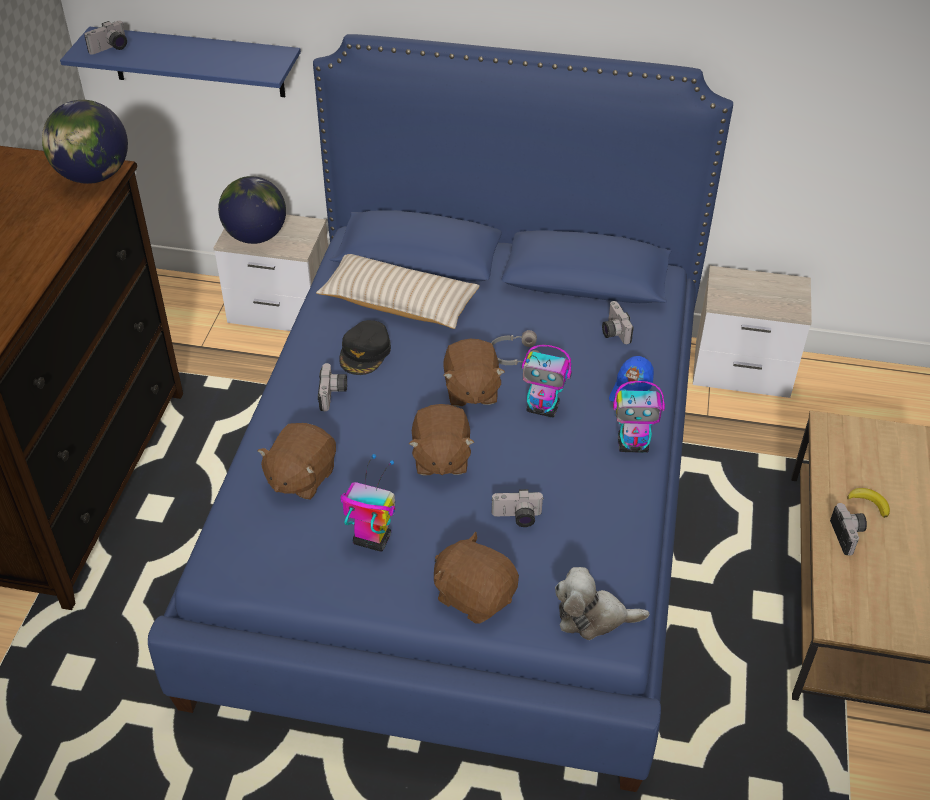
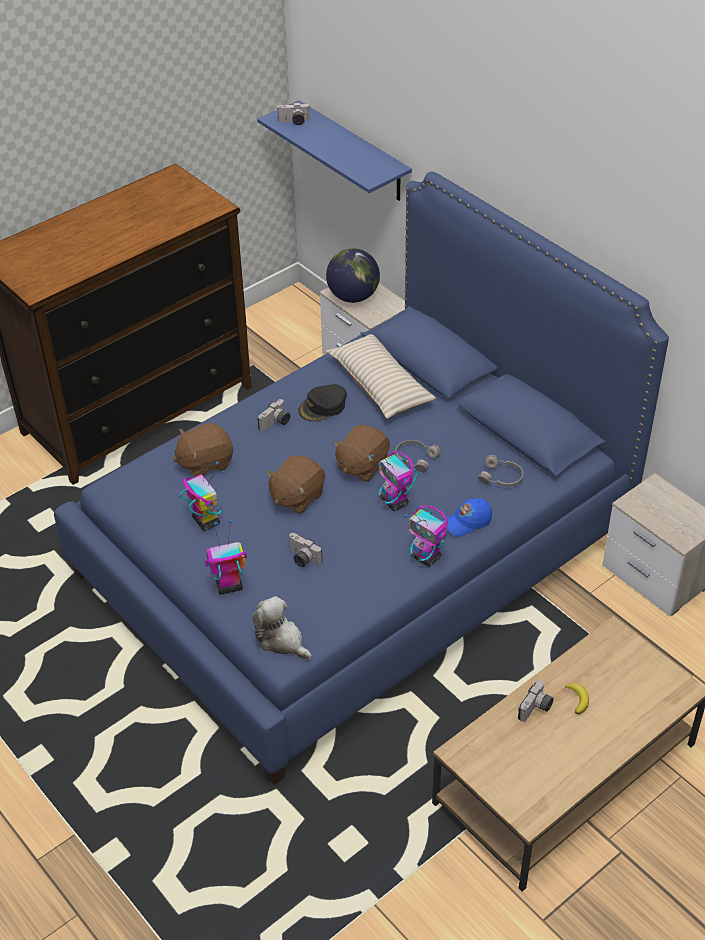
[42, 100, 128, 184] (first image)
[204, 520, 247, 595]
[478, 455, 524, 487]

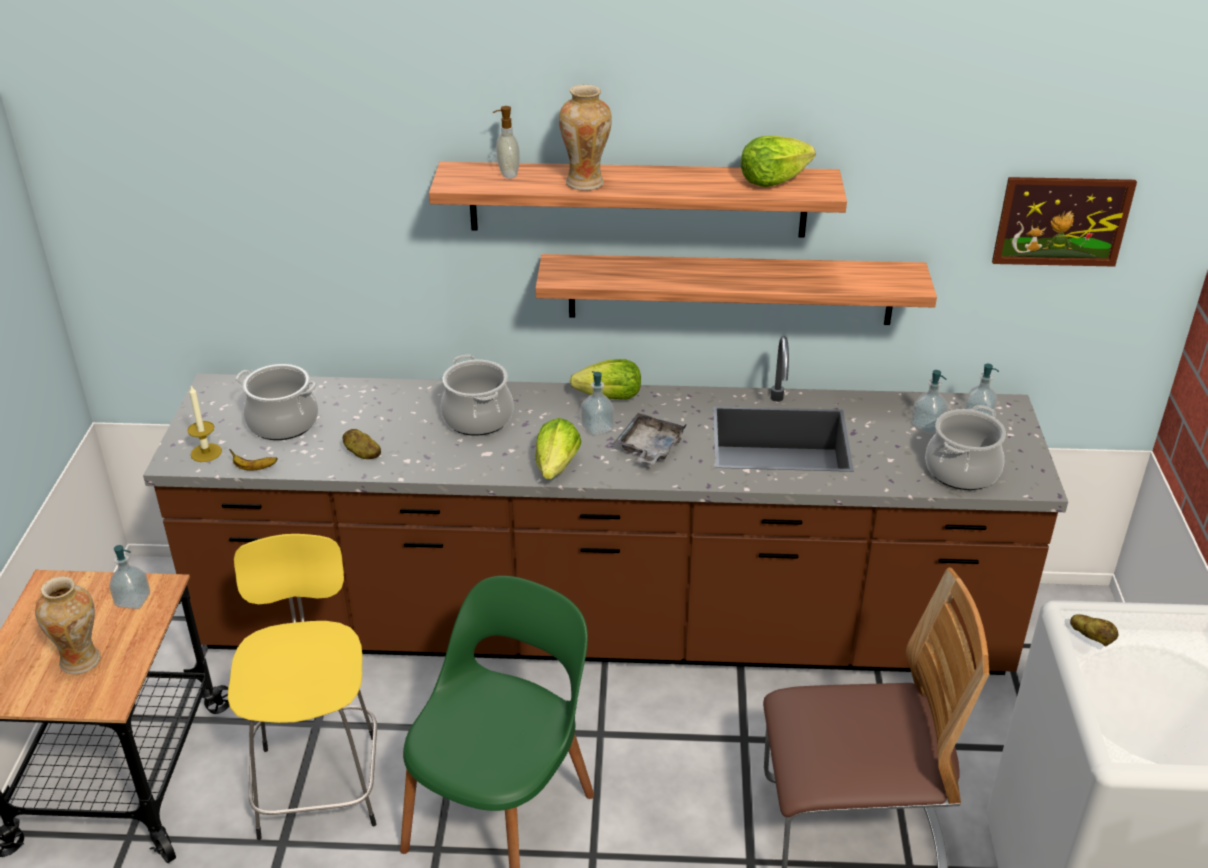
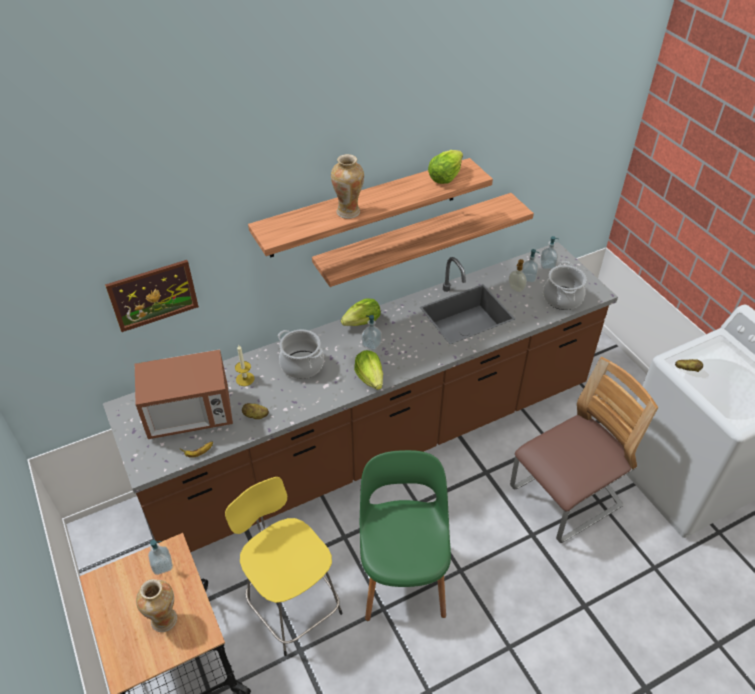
[235, 345, 254, 386]
[135, 349, 233, 439]
[509, 259, 527, 292]
[615, 413, 686, 464] (first image)
[105, 260, 199, 332]

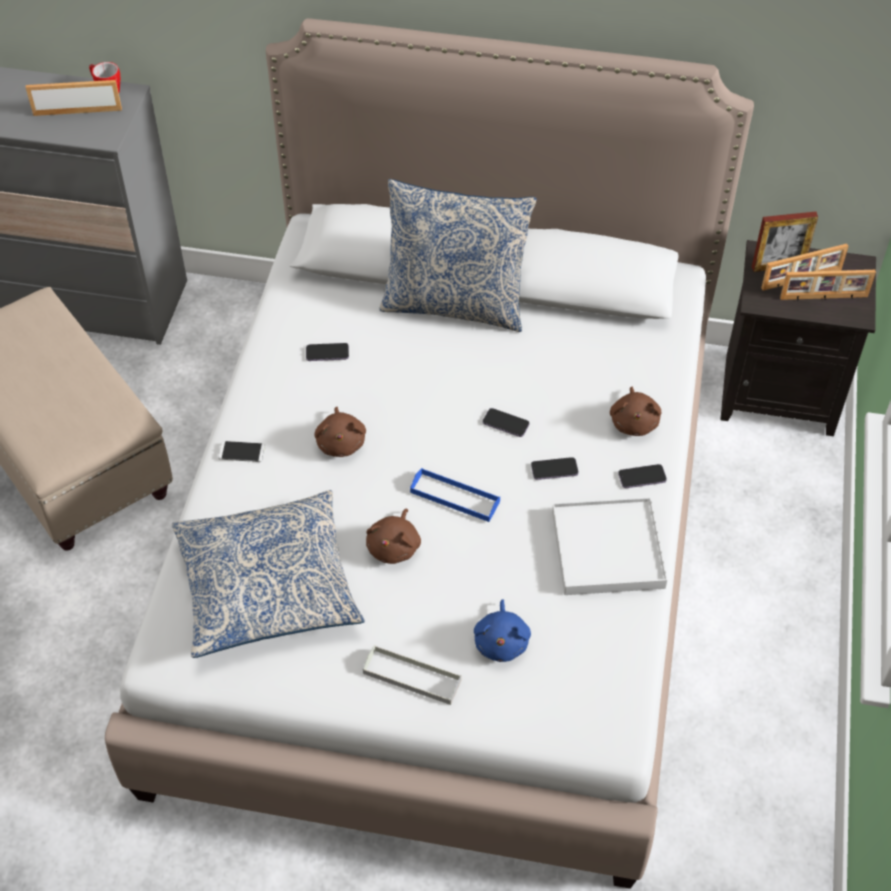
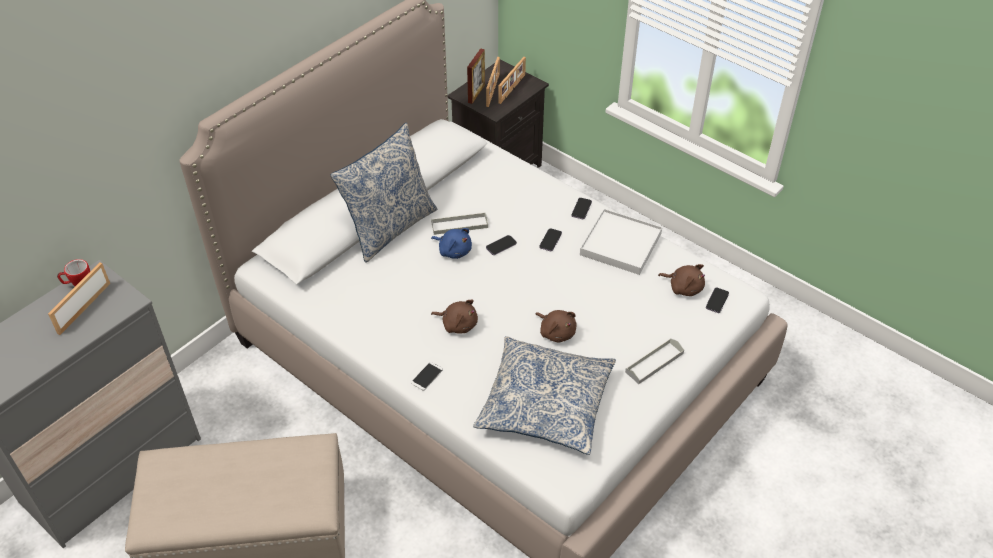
[706, 288, 729, 313]
[410, 468, 500, 522] (first image)
[431, 228, 472, 259]
[658, 264, 705, 296]
[431, 213, 488, 235]

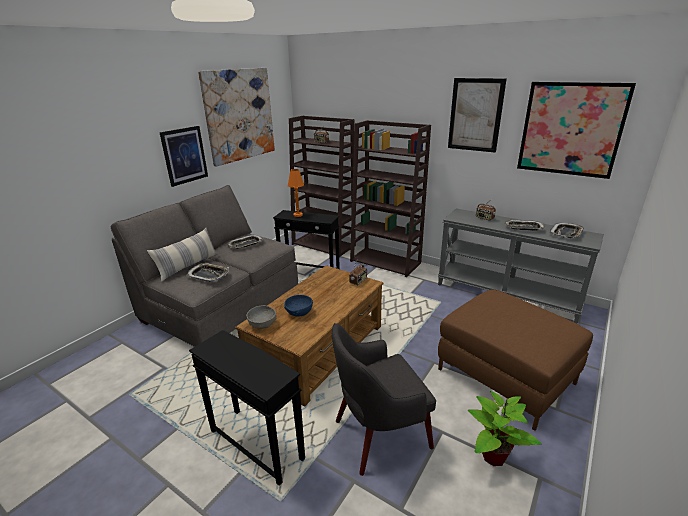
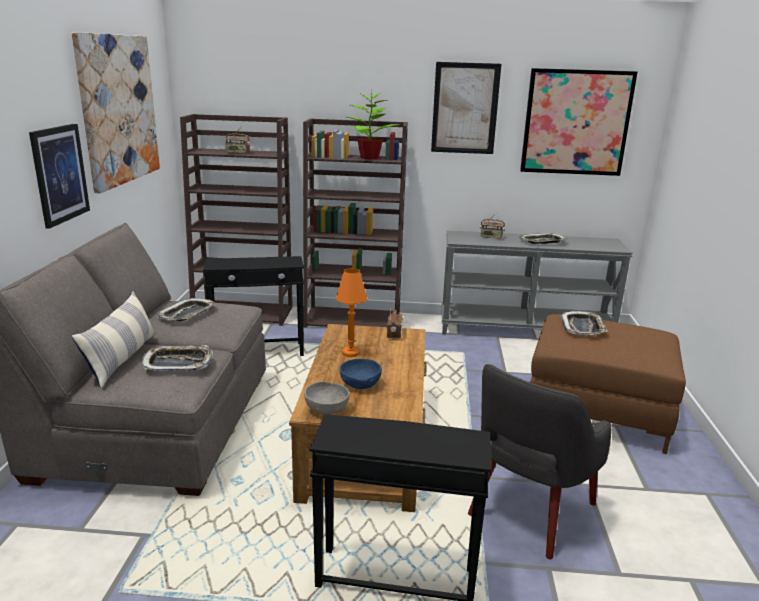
[336, 268, 367, 357]
[347, 90, 399, 159]
[561, 311, 608, 335]

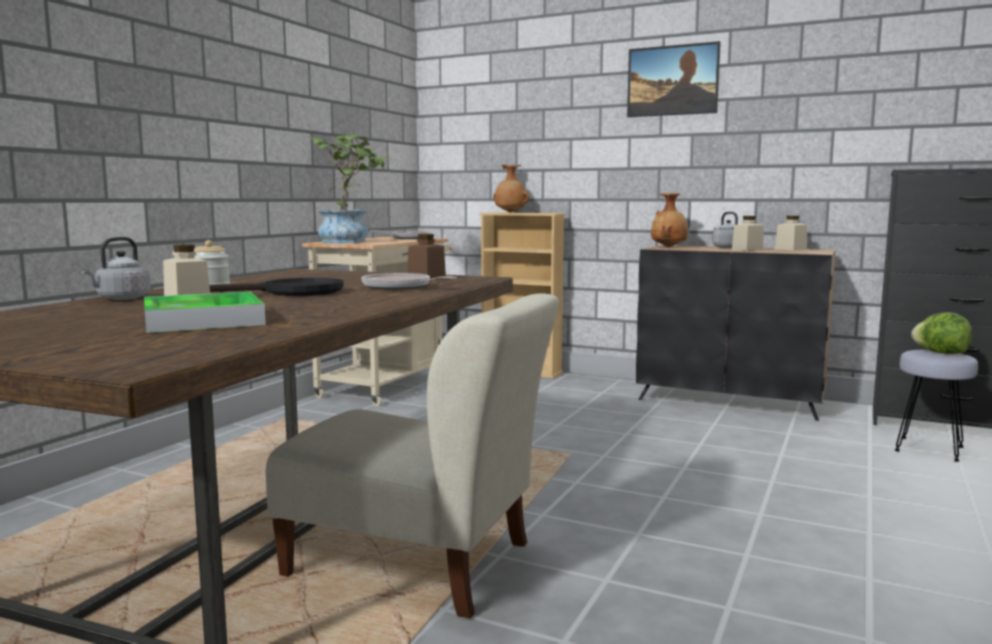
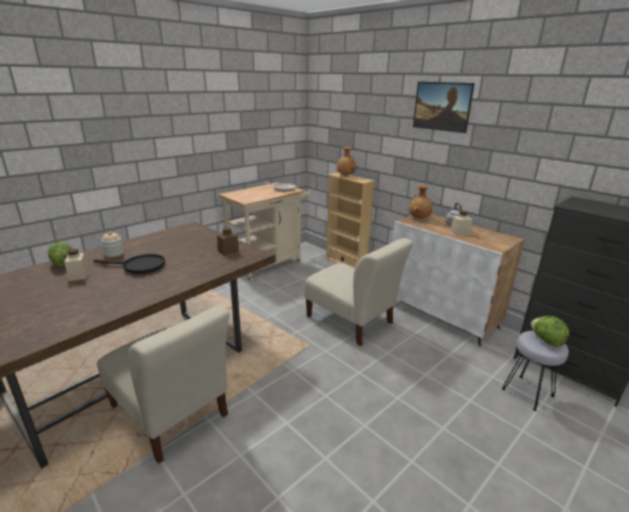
[48, 242, 72, 267]
[144, 292, 266, 333] (first image)
[310, 134, 388, 243] (first image)
[361, 273, 457, 290] (first image)
[392, 214, 525, 346]
[775, 216, 807, 250] (first image)
[305, 238, 413, 346]

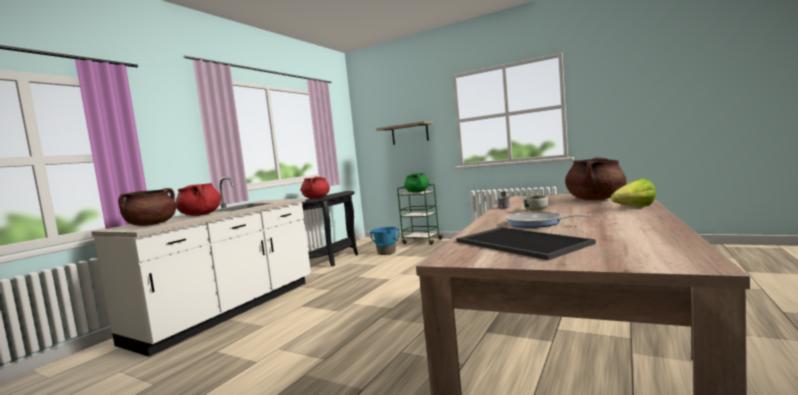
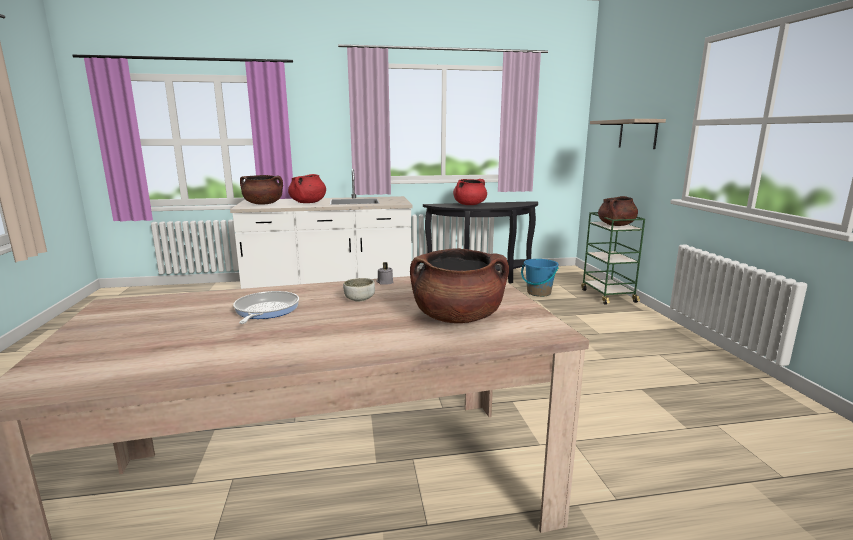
[598, 196, 638, 226]
[457, 227, 596, 260] (first image)
[611, 179, 656, 207] (first image)

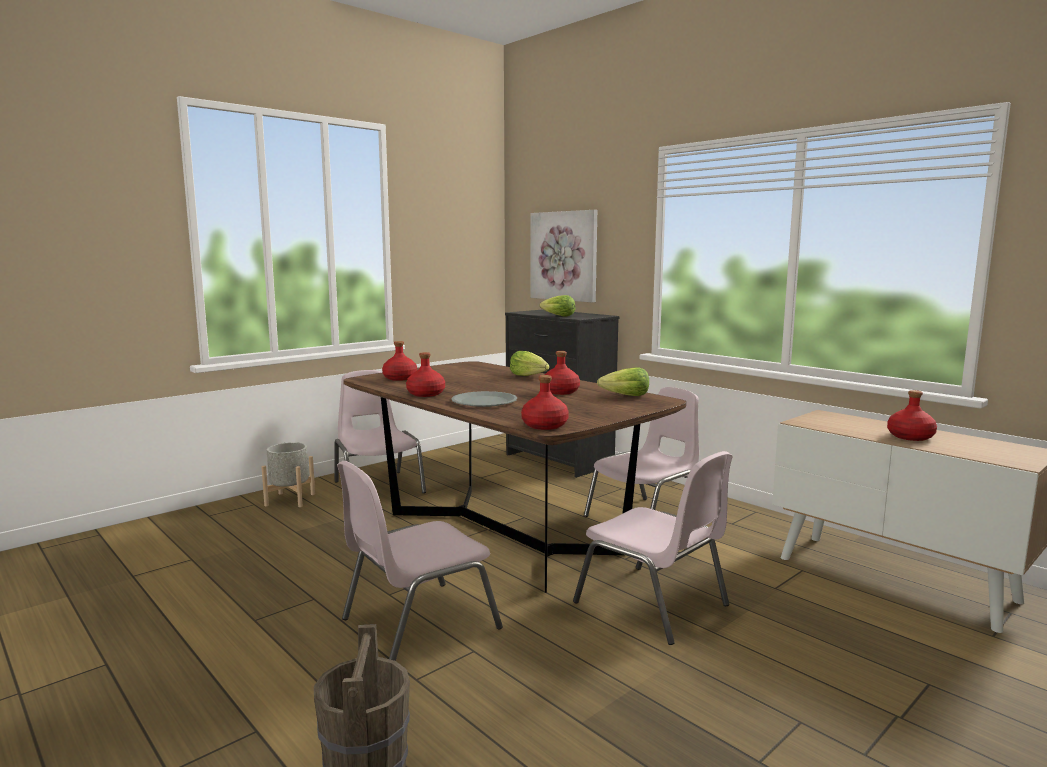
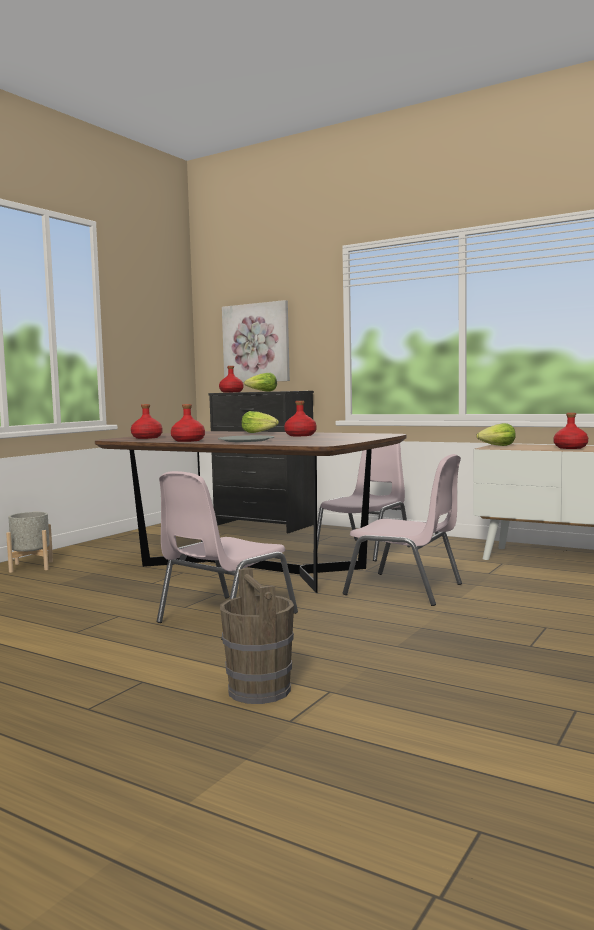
[335, 370, 426, 493] (first image)
[219, 366, 244, 393]
[476, 423, 516, 446]

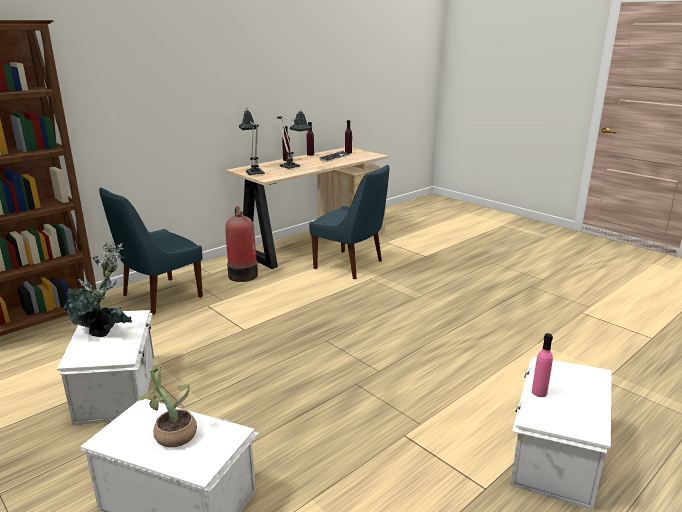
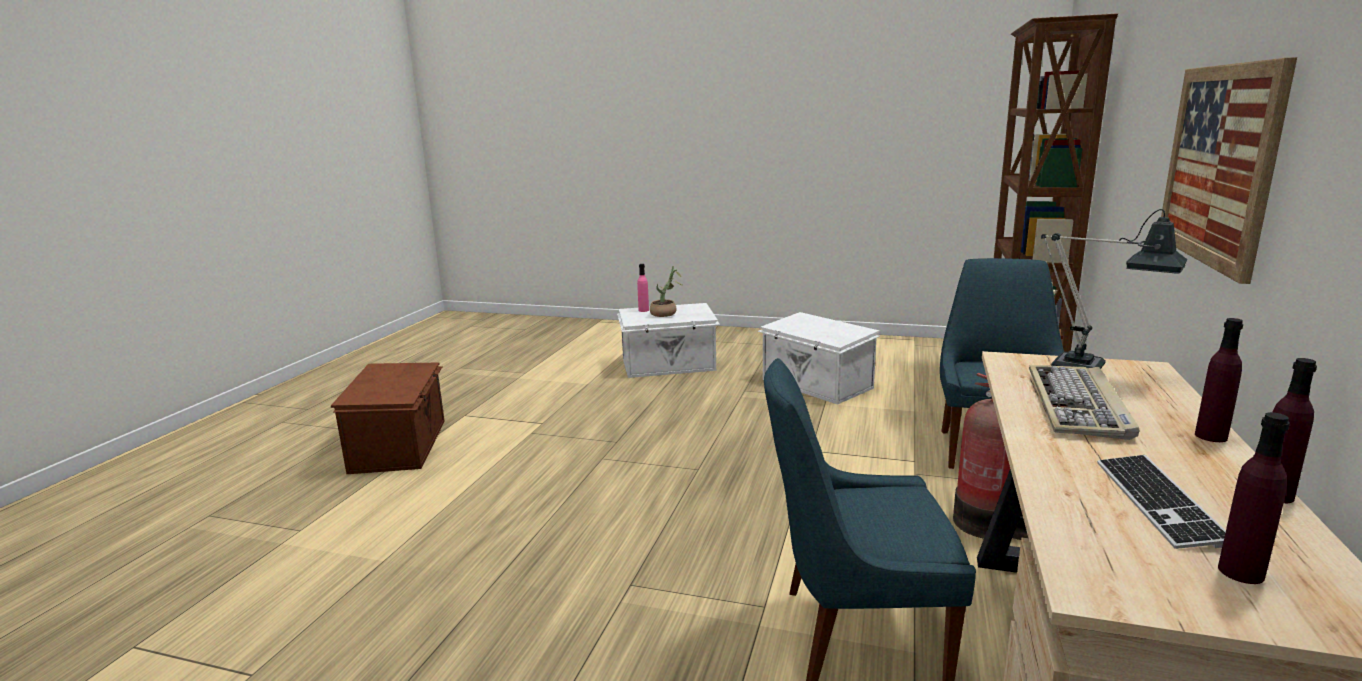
[63, 242, 132, 337] (first image)
[1029, 365, 1139, 440]
[331, 362, 445, 474]
[637, 264, 649, 312]
[1161, 57, 1297, 284]

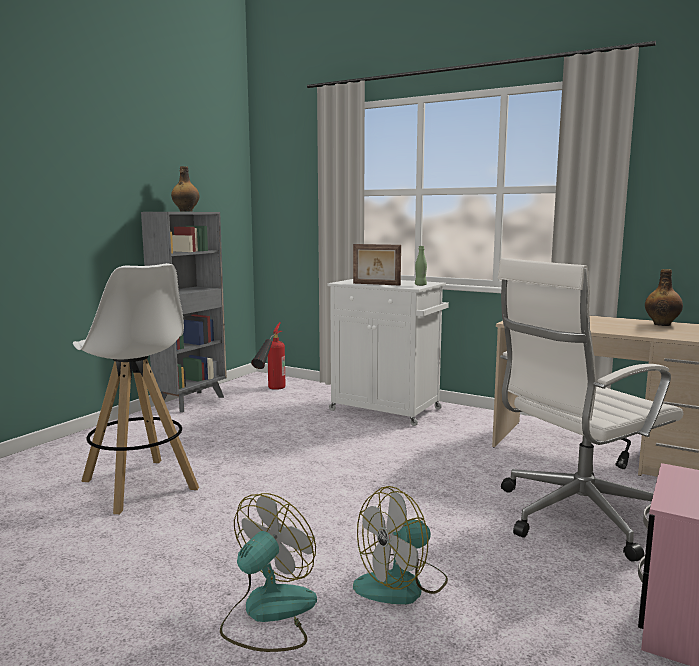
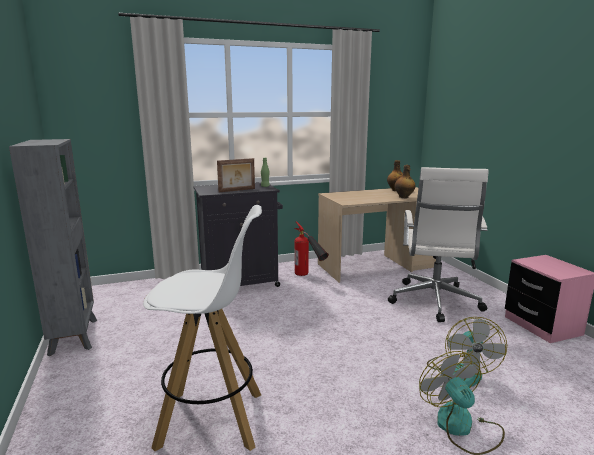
[395, 165, 416, 198]
[294, 221, 329, 276]
[193, 182, 283, 287]

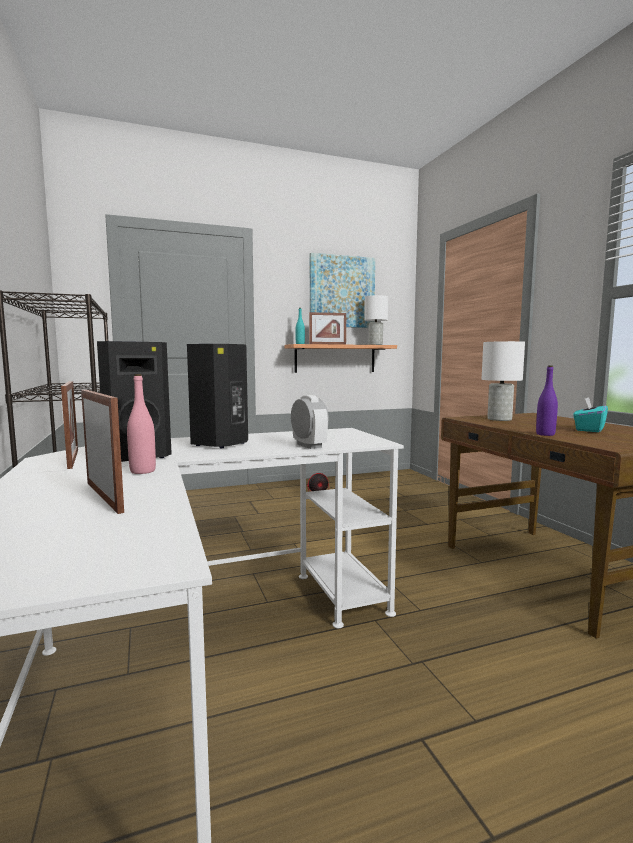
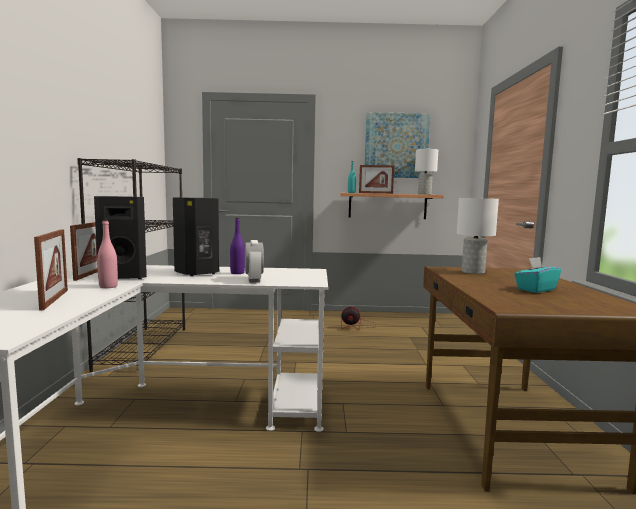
[230, 218, 245, 274]

